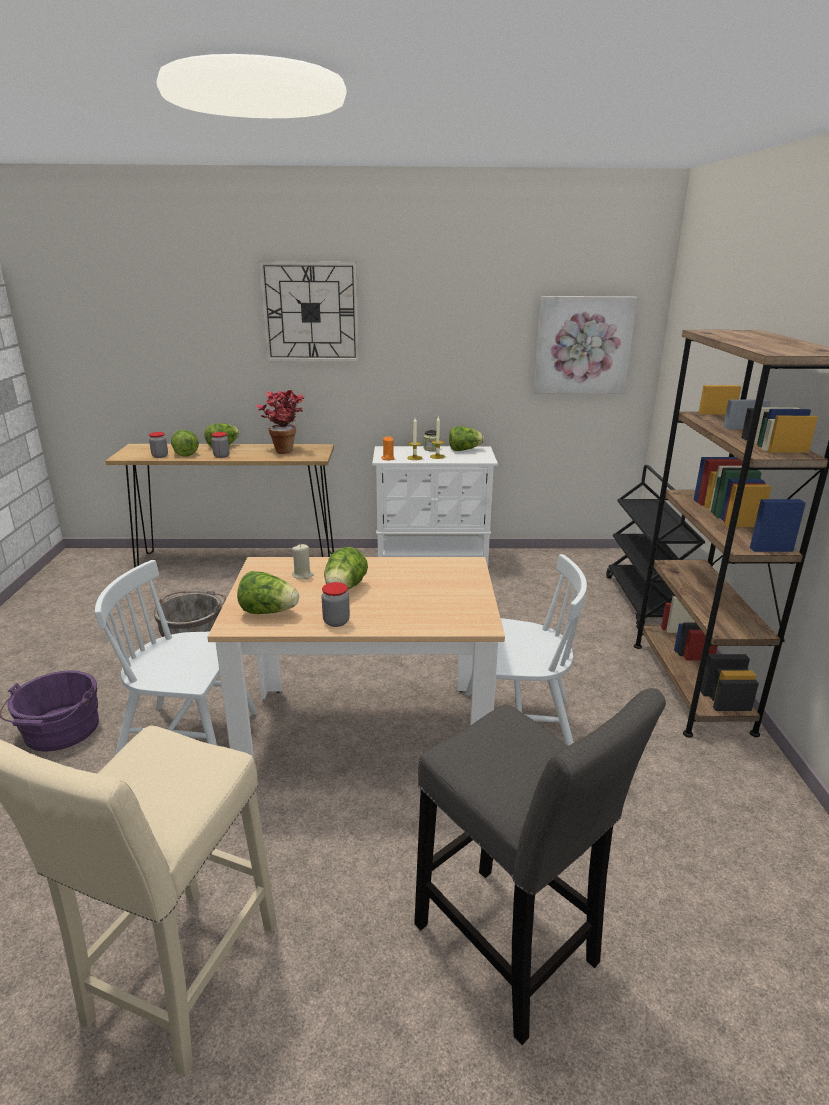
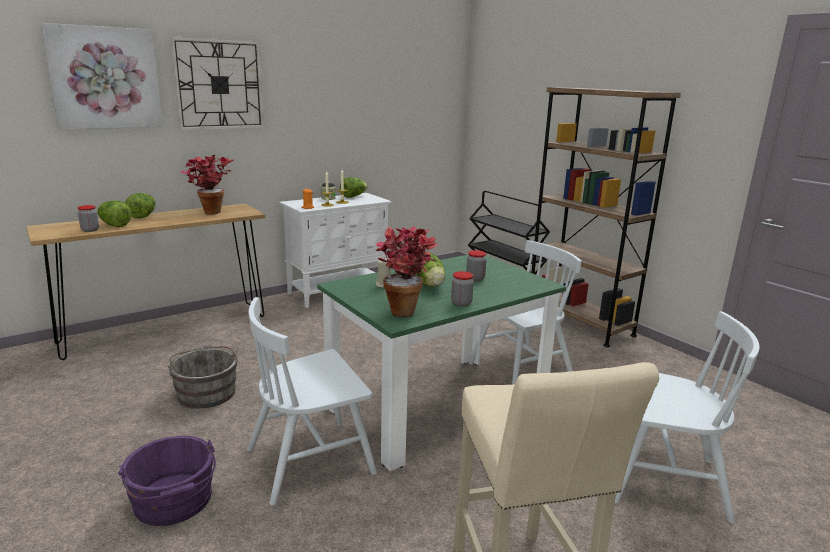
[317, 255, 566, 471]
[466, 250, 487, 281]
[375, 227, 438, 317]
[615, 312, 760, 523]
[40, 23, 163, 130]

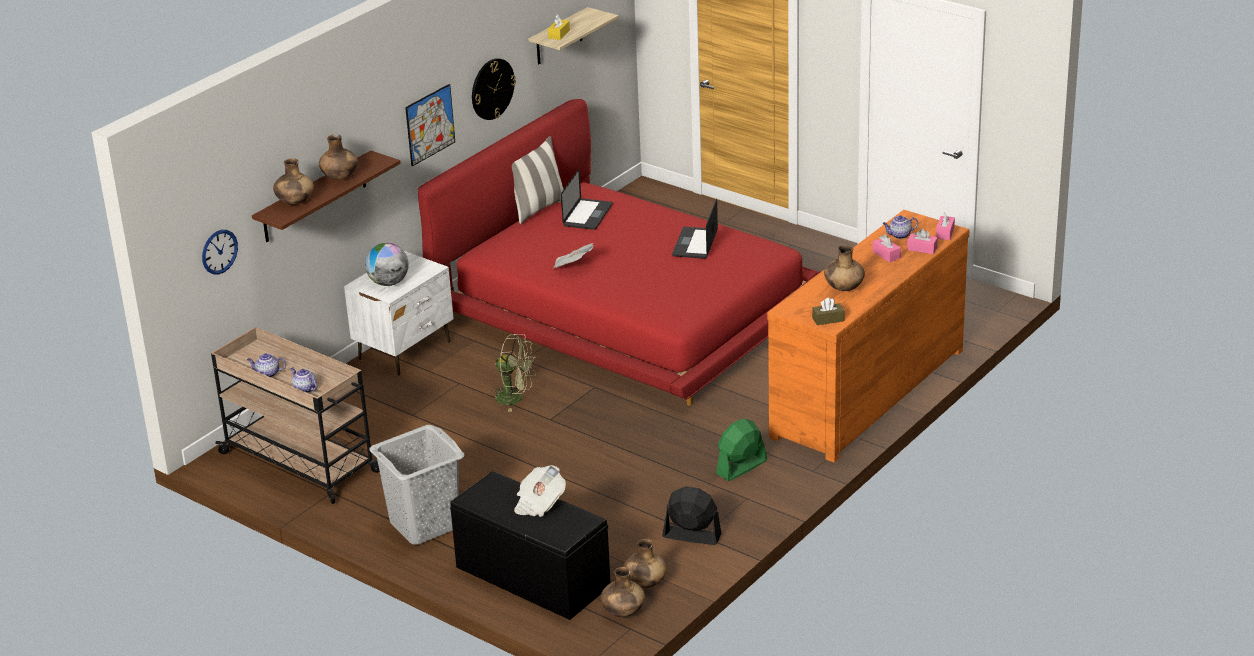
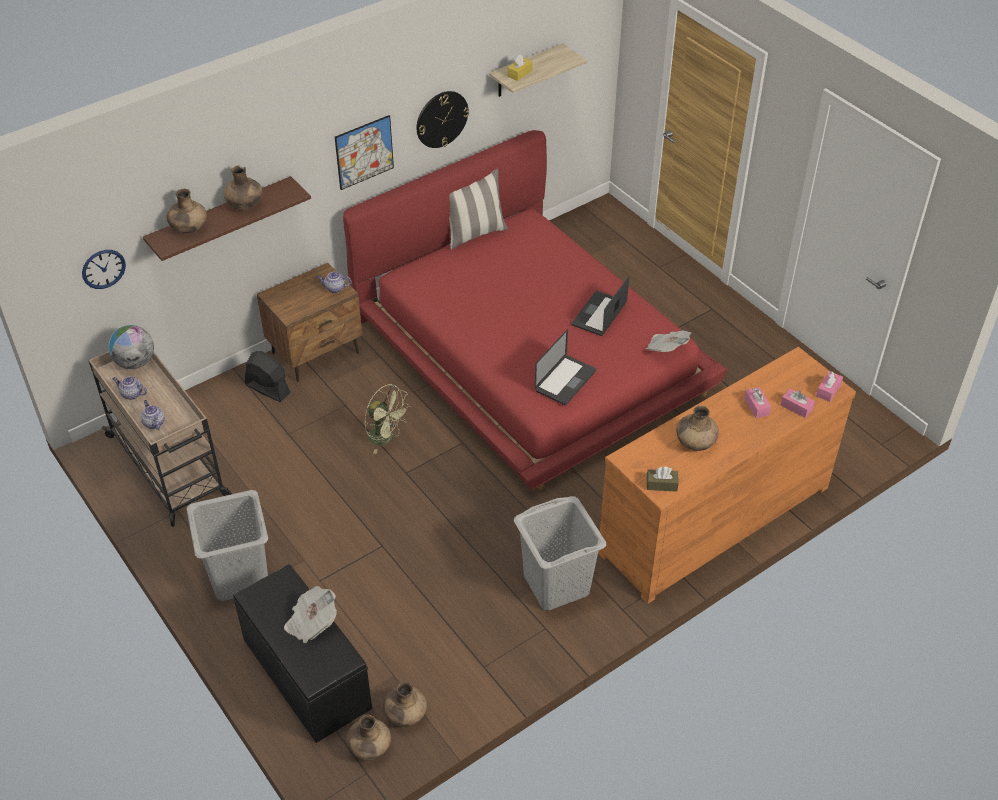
[257, 263, 362, 382]
[108, 325, 154, 369]
[646, 330, 691, 352]
[535, 329, 596, 405]
[245, 351, 291, 402]
[514, 496, 606, 610]
[317, 272, 351, 293]

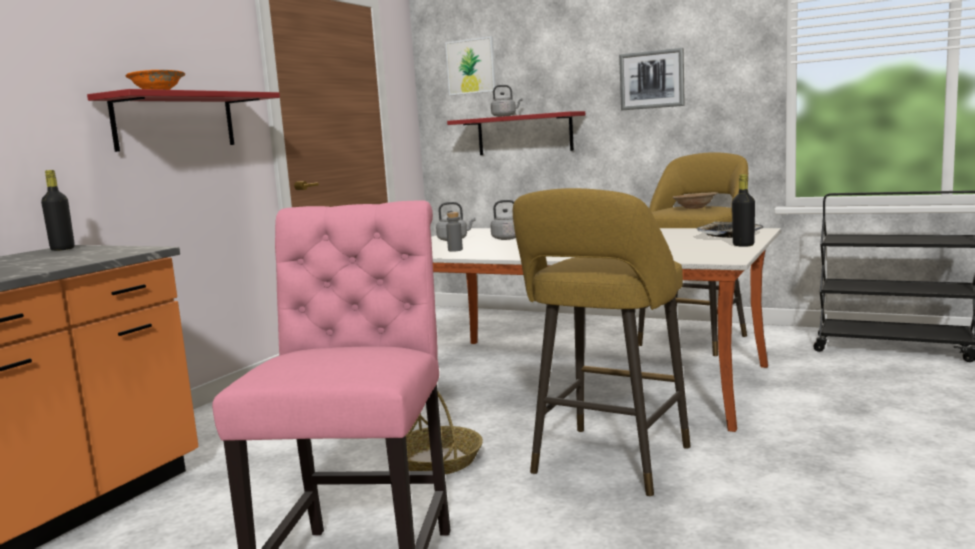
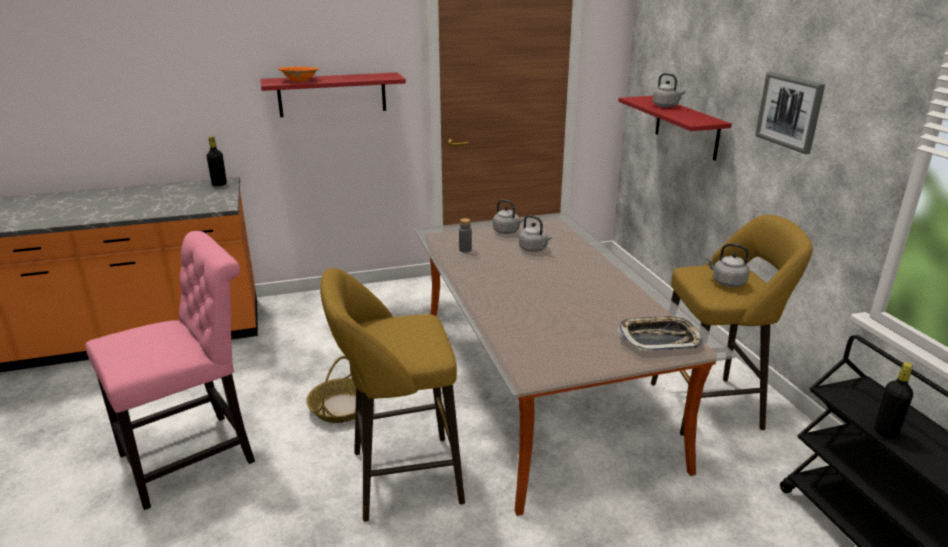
[445, 36, 496, 96] (first image)
[706, 243, 750, 287]
[874, 362, 913, 439]

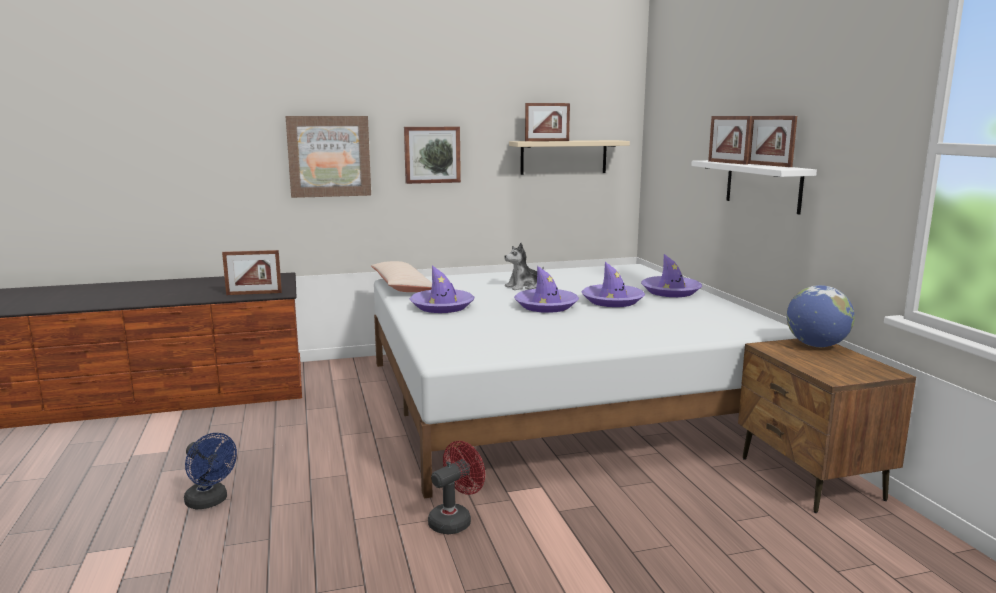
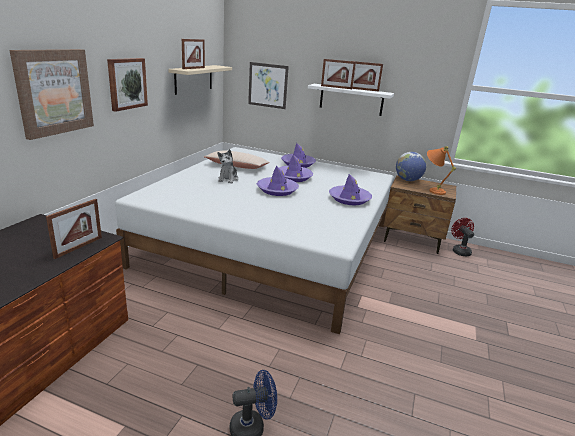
[204, 150, 270, 169]
[329, 174, 372, 205]
[451, 218, 474, 256]
[248, 62, 289, 109]
[427, 146, 456, 195]

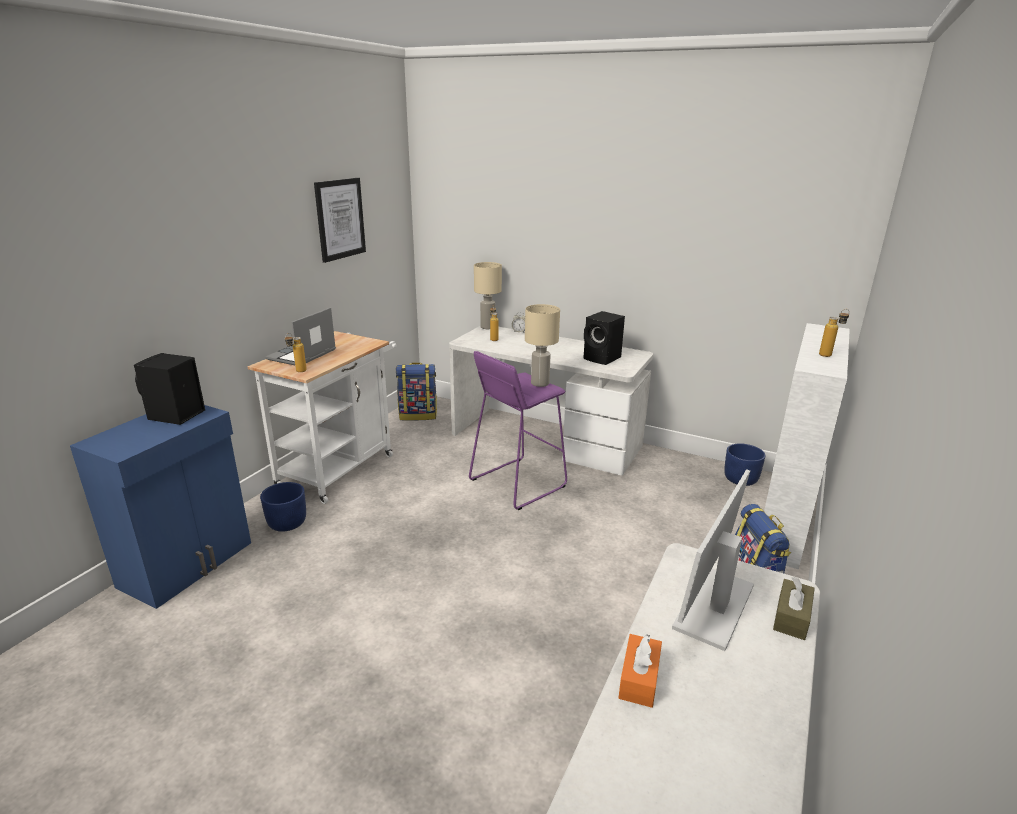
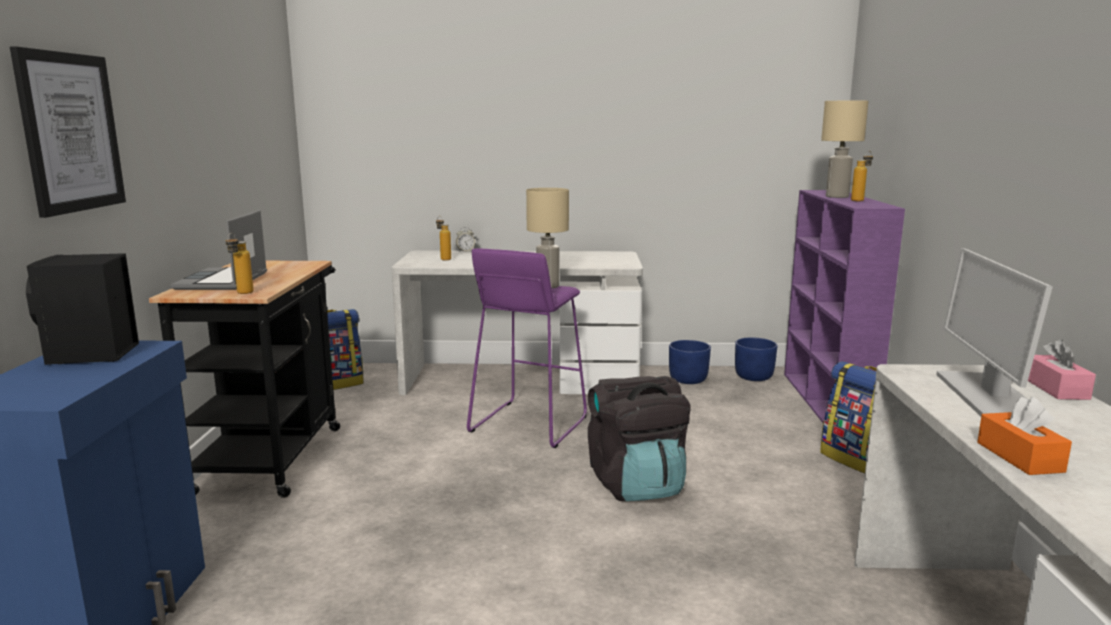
[149, 261, 340, 498]
[669, 340, 711, 384]
[10, 46, 126, 218]
[821, 100, 869, 198]
[583, 311, 625, 365] (first image)
[784, 190, 905, 423]
[1028, 339, 1096, 400]
[588, 376, 691, 501]

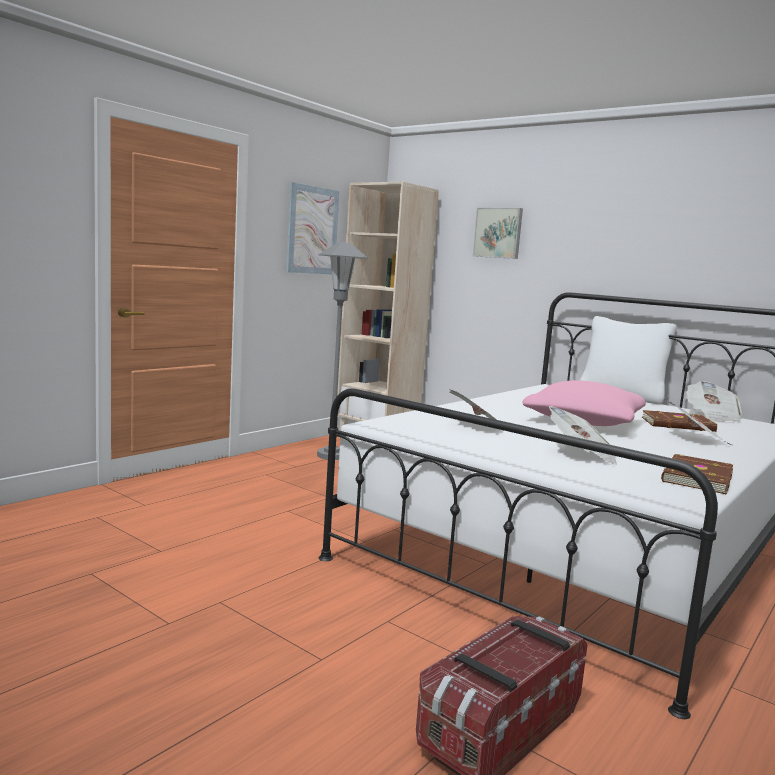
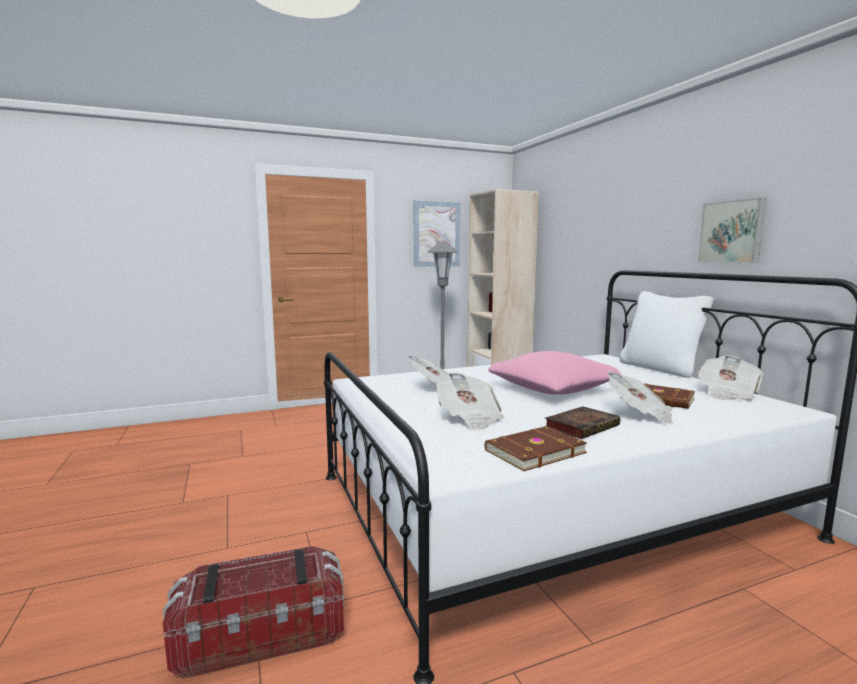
[698, 198, 766, 263]
[544, 406, 620, 439]

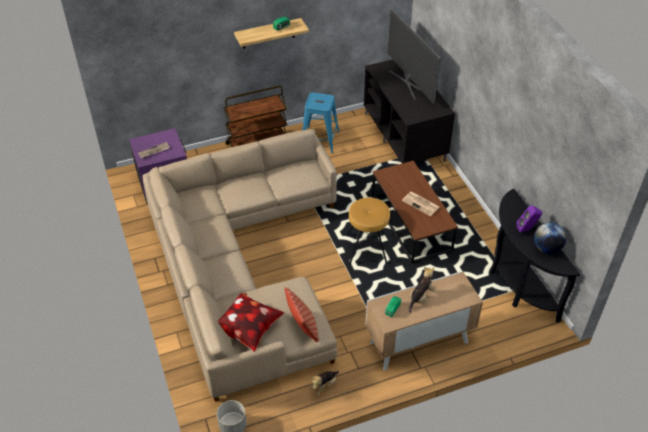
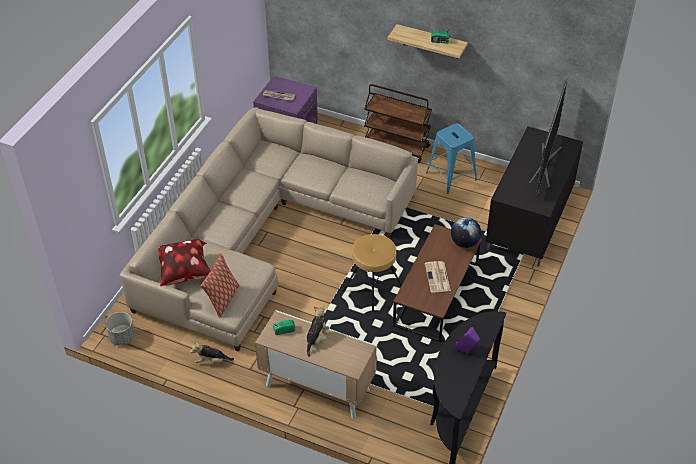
[305, 305, 329, 357]
[451, 217, 481, 248]

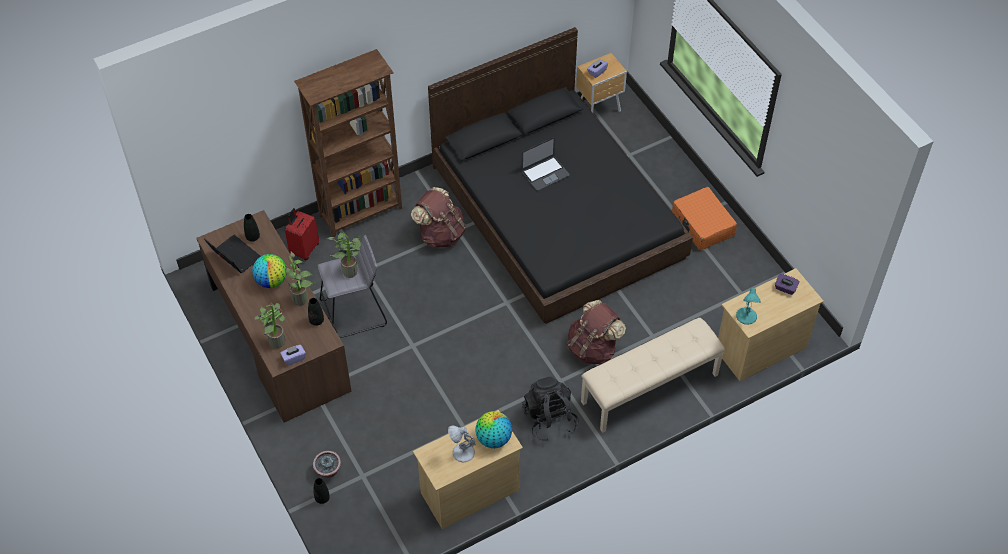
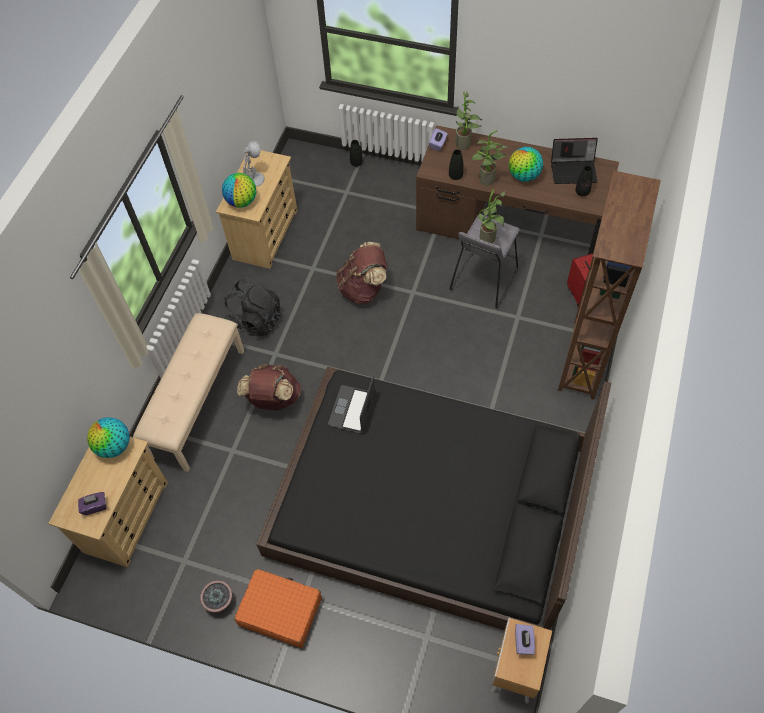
[200, 580, 232, 613]
[336, 242, 387, 304]
[328, 376, 375, 433]
[87, 417, 130, 458]

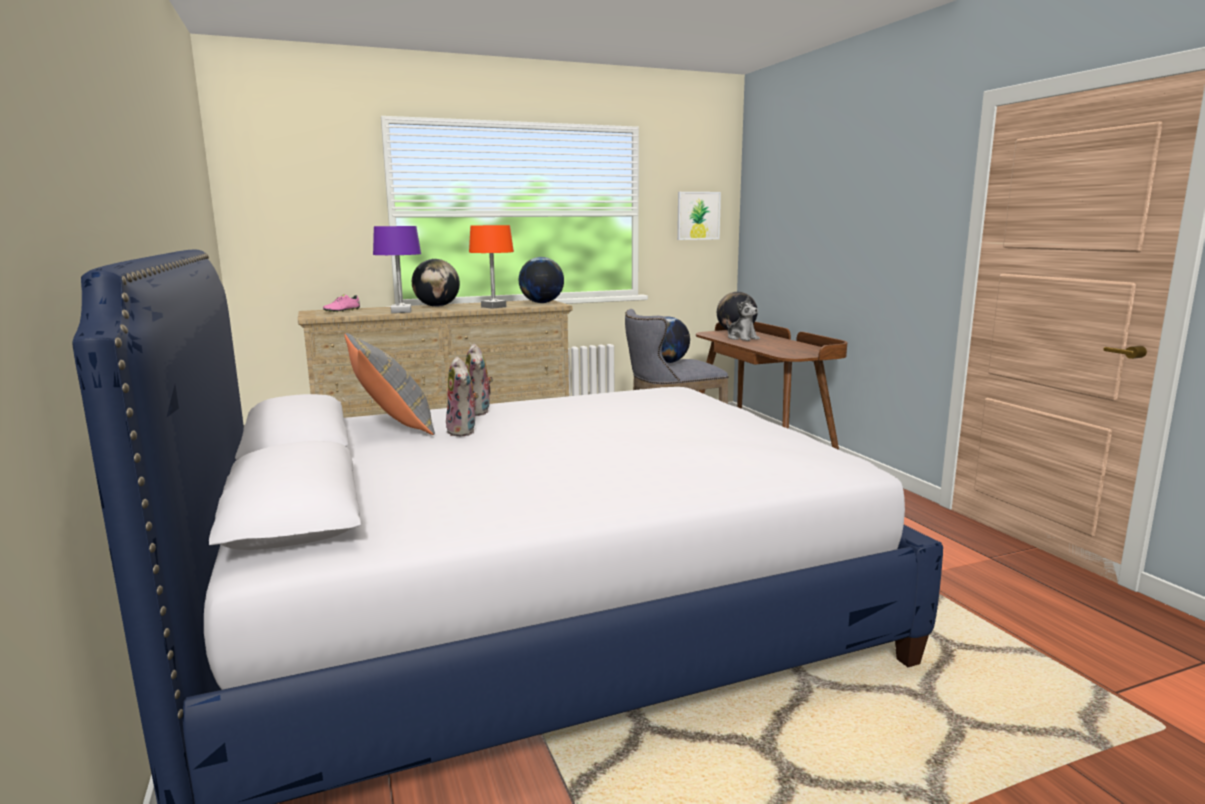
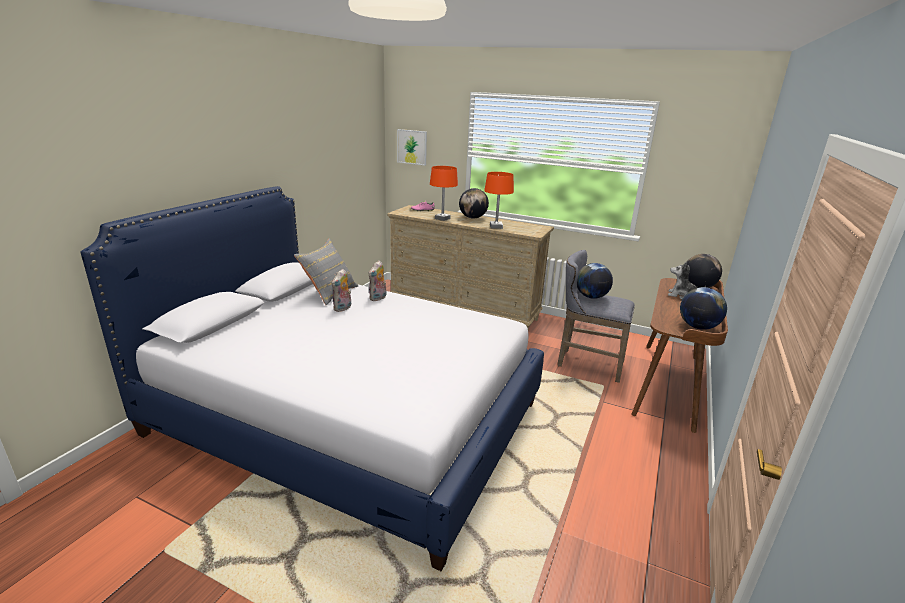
[430, 166, 458, 221]
[680, 287, 727, 330]
[397, 129, 427, 165]
[668, 262, 706, 299]

